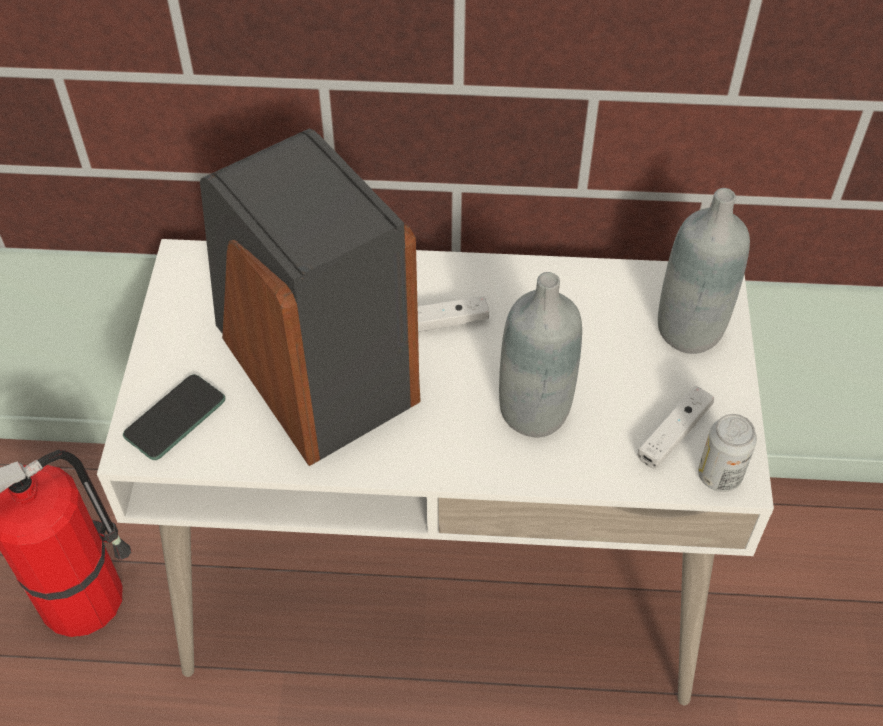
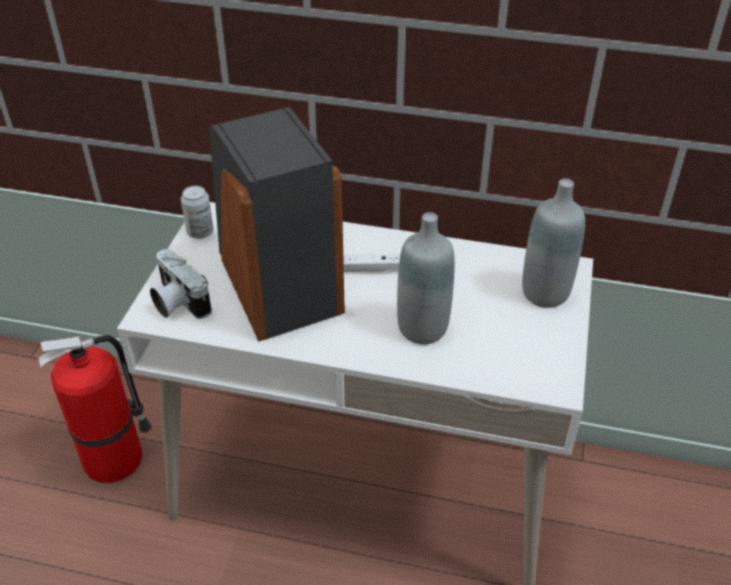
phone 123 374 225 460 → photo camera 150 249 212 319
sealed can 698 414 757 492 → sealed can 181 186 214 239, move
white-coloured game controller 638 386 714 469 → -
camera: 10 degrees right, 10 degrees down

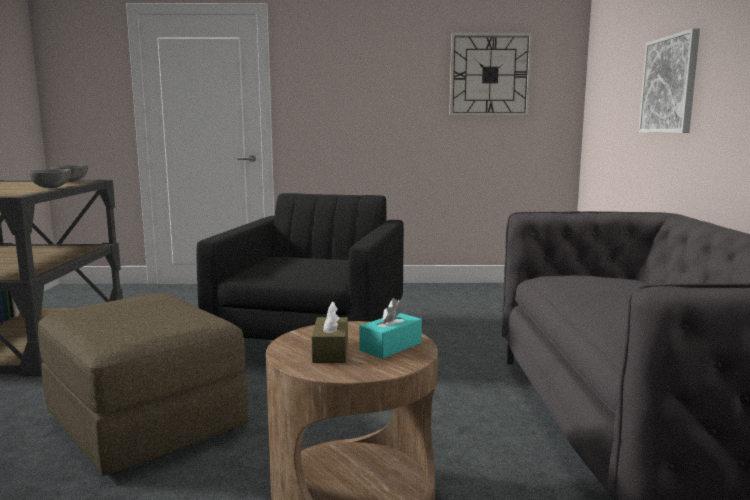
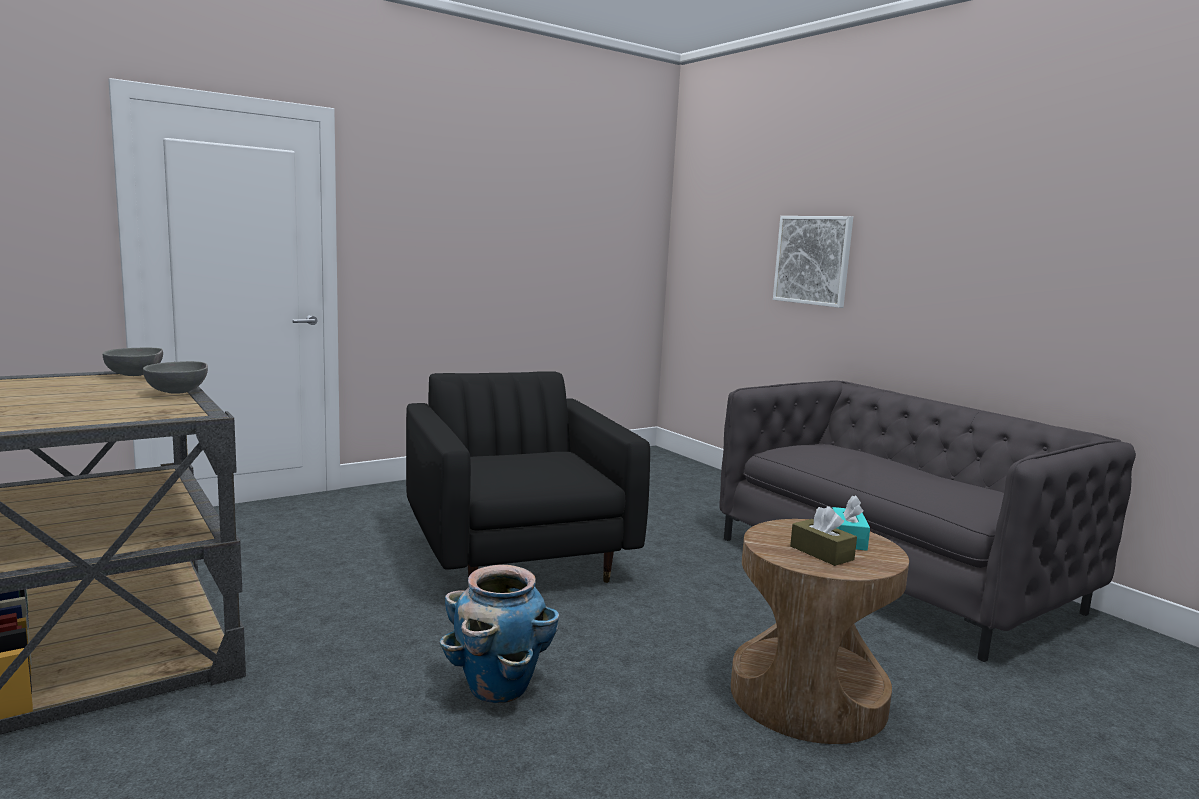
brown-coloured footrest 38 293 249 476 → plant pot 440 565 559 703
wall clock 449 33 533 116 → -
camera: 35 degrees left, 0 degrees up

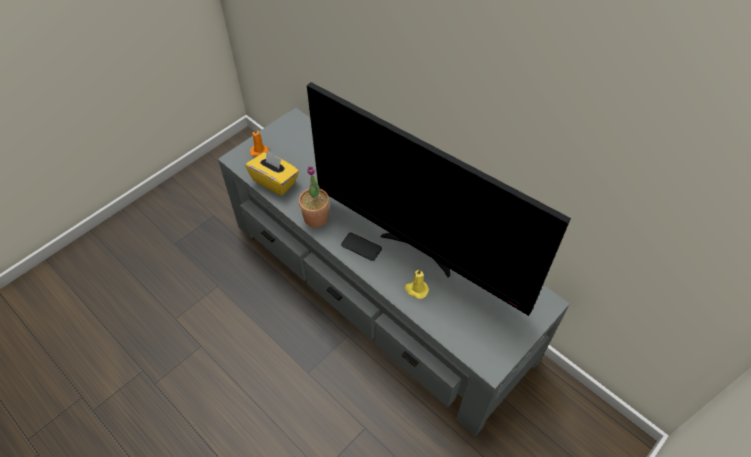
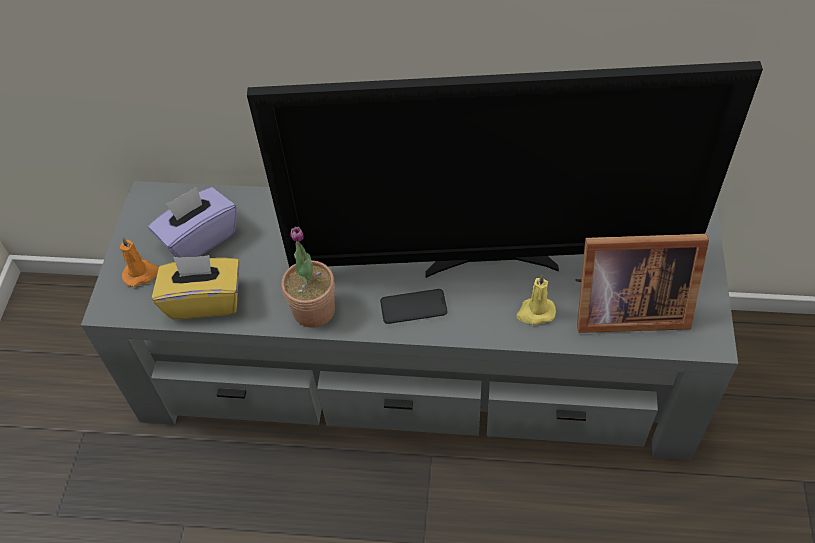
- → purple box of tissues 148 187 237 258
- → standing frame 576 234 709 333
camera: 35 degrees left, 0 degrees up

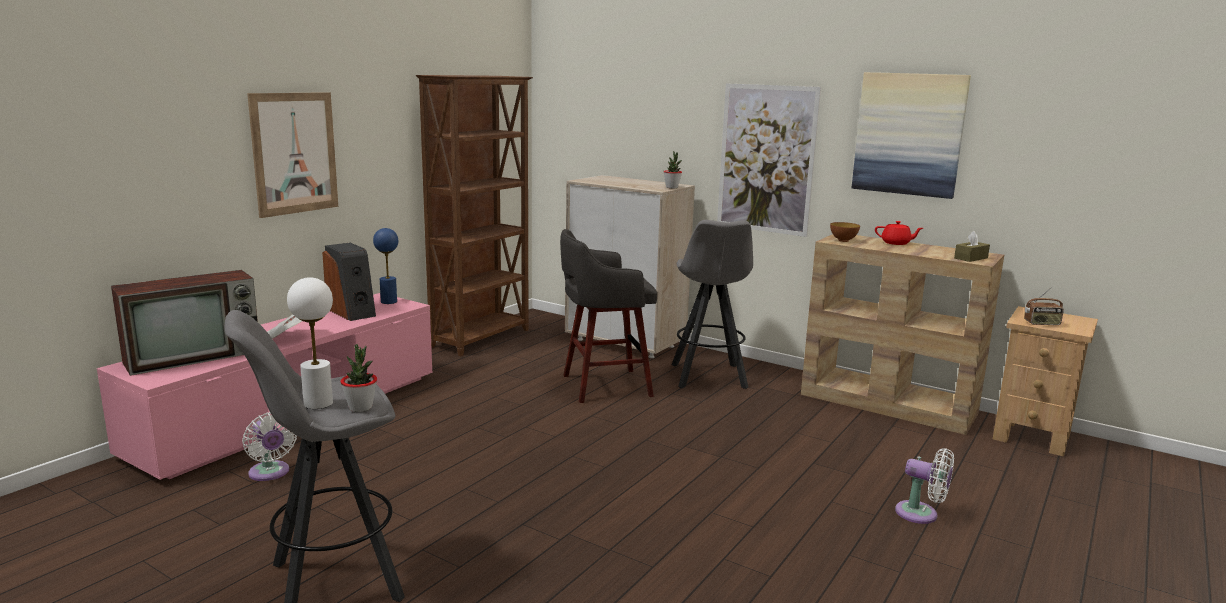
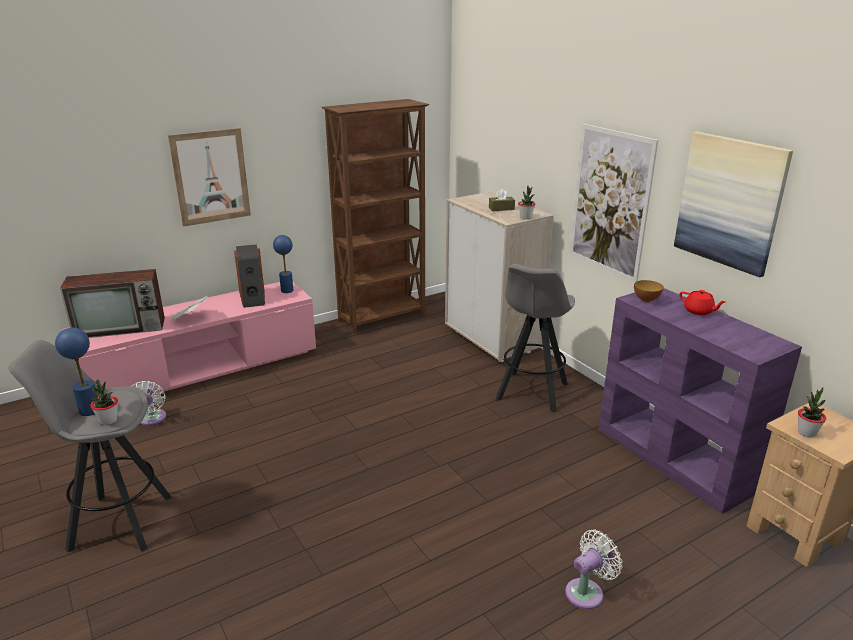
white-coloured tabletop lamp 287 277 333 409 → bluish tabletop lamp 55 328 98 416
brown-coloured box of tissues 954 231 990 262 → brown-coloured box of tissues 489 189 515 211, move
white-coloured electric fan 895 448 954 524 → white-coloured electric fan 565 529 622 609, 90 degrees counterclockwise
brown-coloured bookshelf 801 234 1004 435 → purple bookshelf 599 288 802 514
radio 1024 288 1064 326 → plant in a pot 798 387 826 437
grey stool 560 229 657 403 → -
camera: 25 degrees right, 10 degrees up

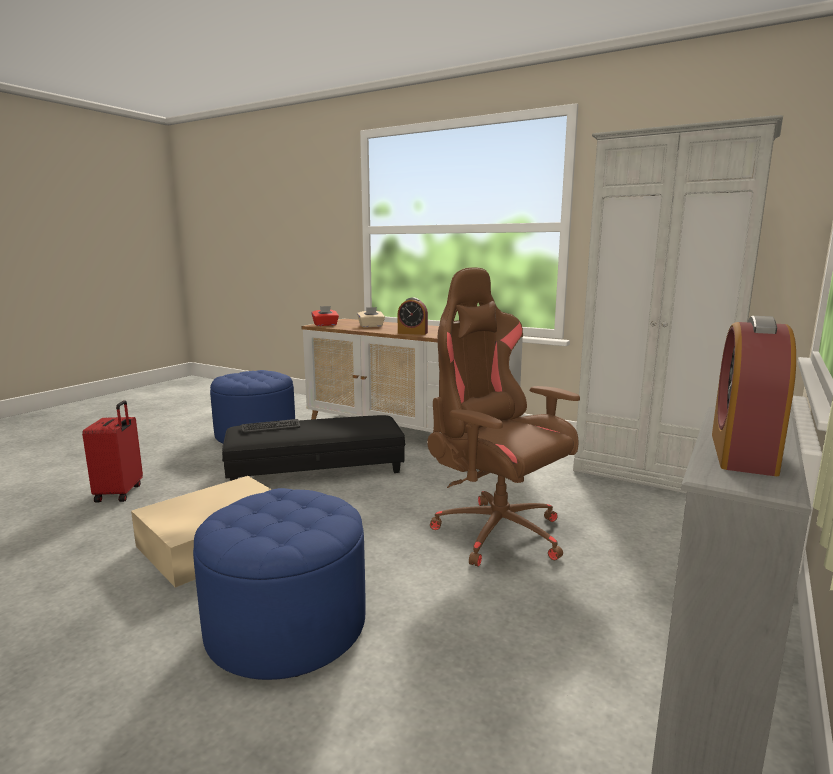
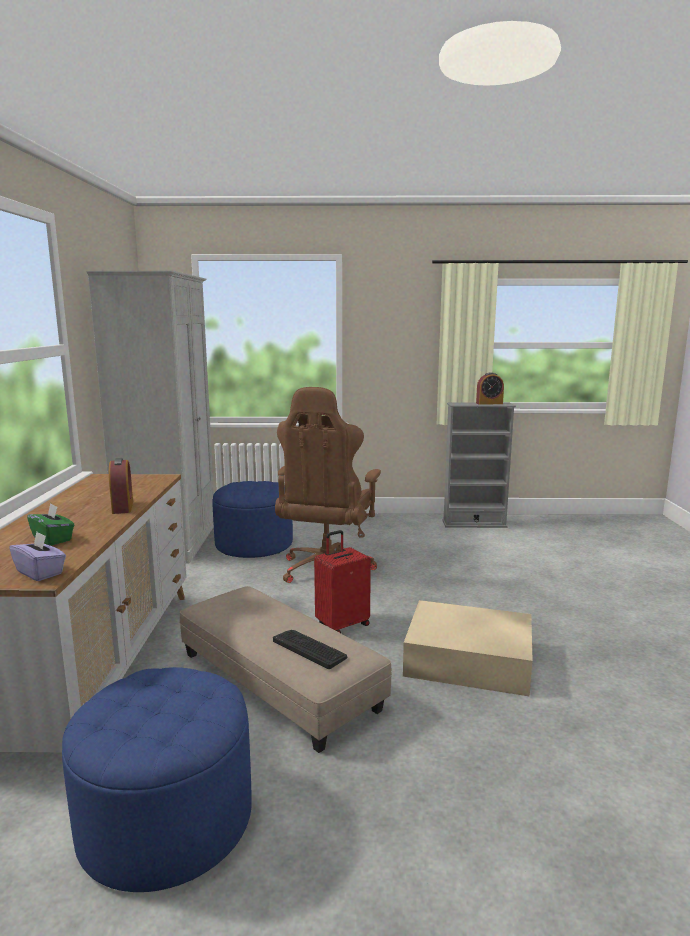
red-coloured box of tissues 312 306 339 326 → purple box of tissues 9 532 66 581
beige-coloured box of tissues 357 307 385 327 → green-coloured box of tissues 27 503 74 546
blackish footrest 222 415 405 481 → beige-coloured footrest 180 586 392 753
bluish footrest 193 488 366 680 → bluish footrest 212 481 293 558, move
red-coloured suitcase 82 400 143 503 → red-coloured suitcase 314 530 371 633, move
camera: 120 degrees left, 0 degrees up

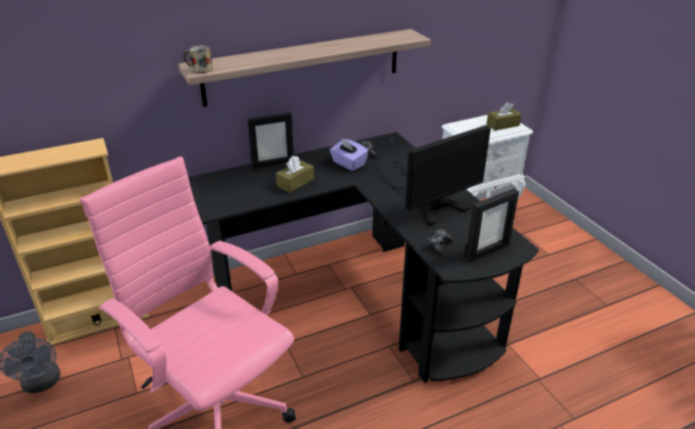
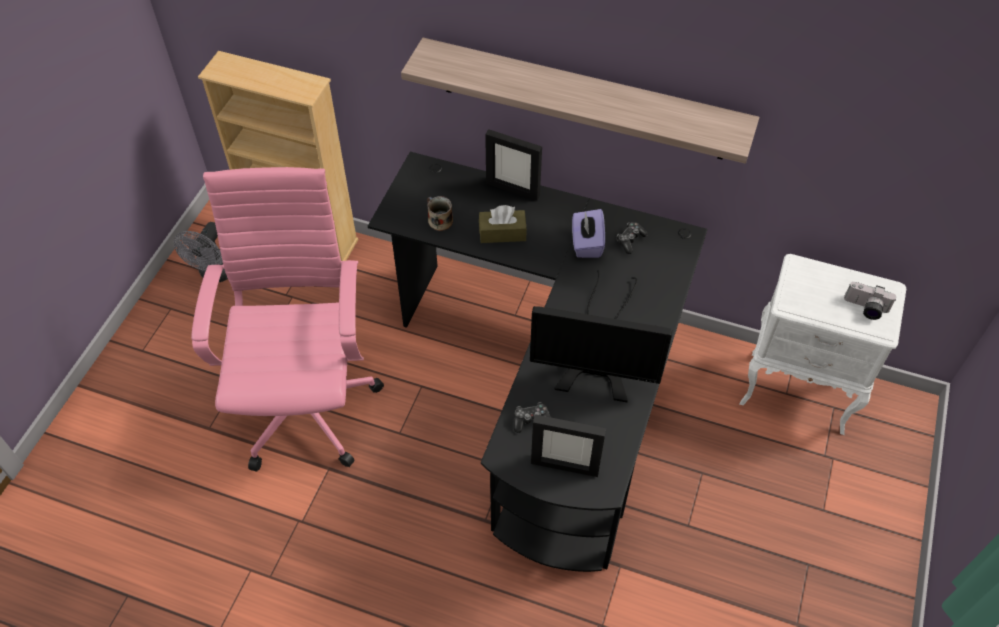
mug 183 45 213 73 → mug 427 196 453 231, move
brown-coloured box of tissues 487 102 522 131 → photo camera 844 282 897 320
camera: 45 degrees right, 20 degrees up

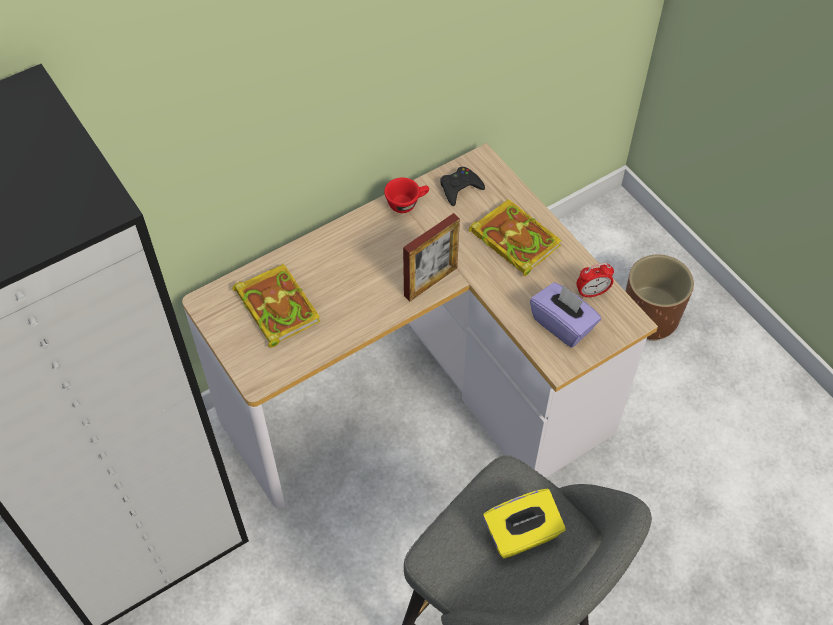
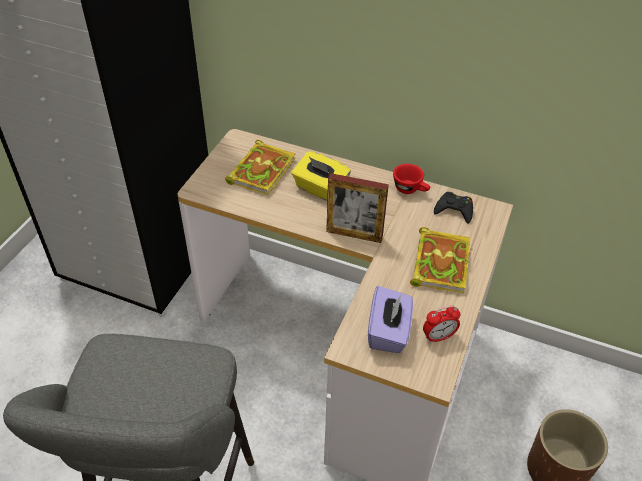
yellowish box of tissues 483 489 566 558 → yellowish box of tissues 292 151 351 201, move
bedside clock 576 263 614 298 → bedside clock 423 305 461 343, 60 degrees counterclockwise
camera: 55 degrees right, 10 degrees down

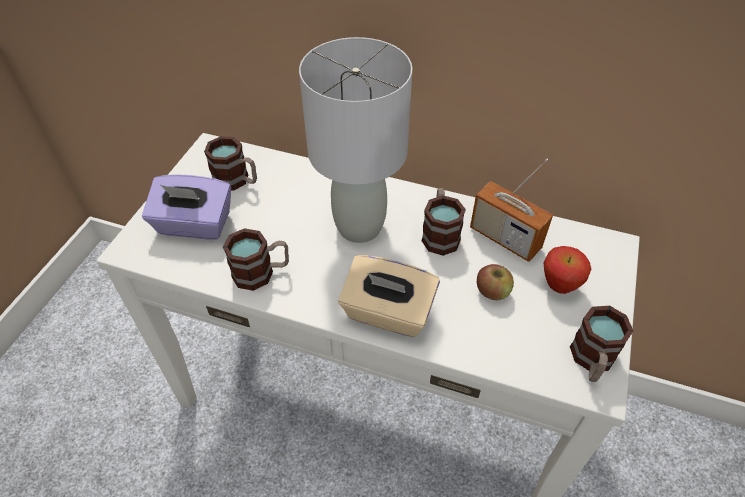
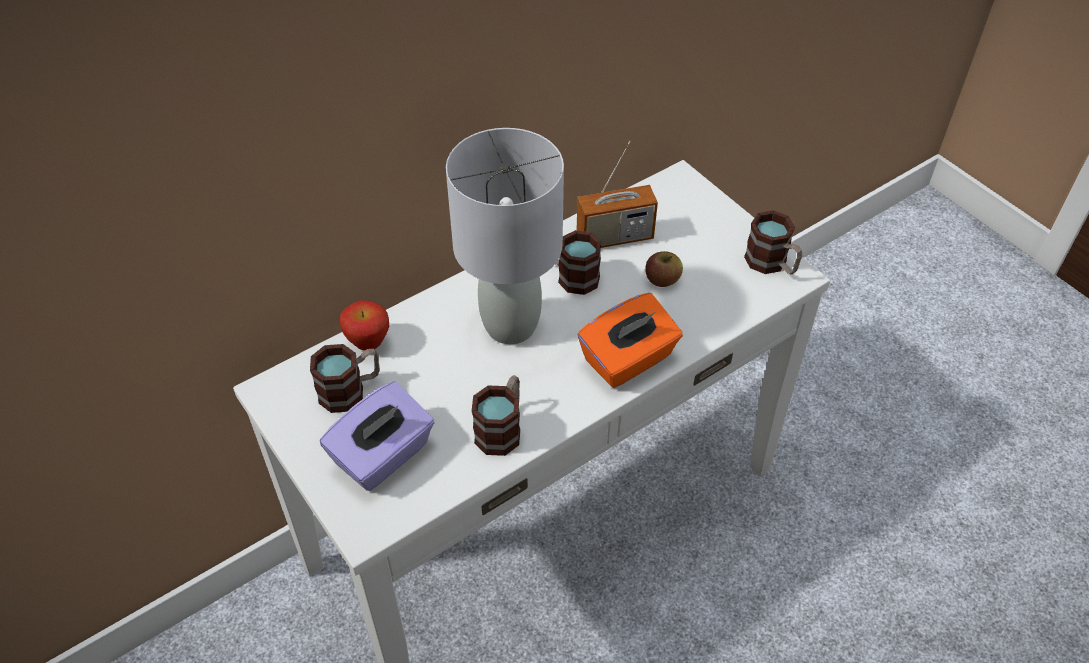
apple 544 246 591 294 → apple 340 301 389 351, move
beige-coloured box of tissues 338 255 440 337 → orange box of tissues 578 293 683 388
camera: 55 degrees left, 0 degrees up

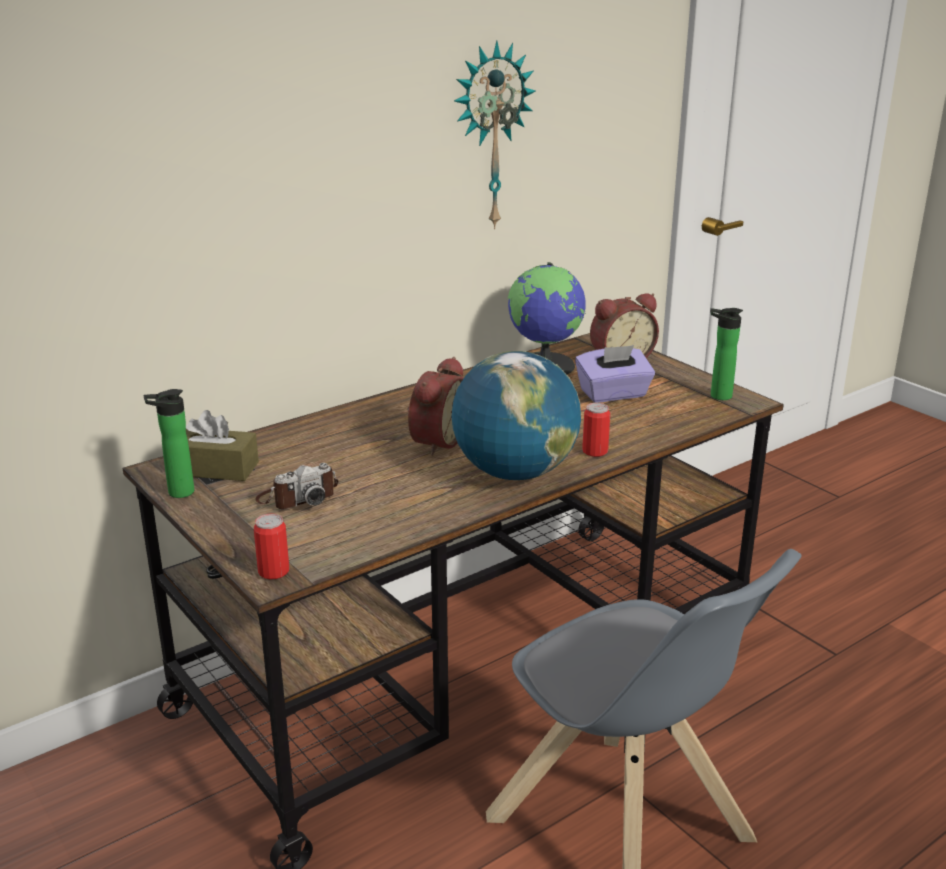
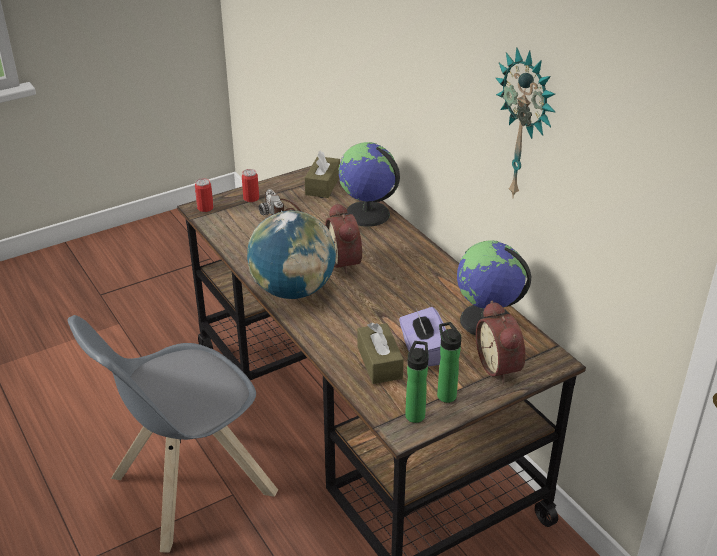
sealed can 582 403 610 457 → sealed can 242 169 259 202, move
bedside clock 407 357 464 456 → bedside clock 325 203 362 274, 45 degrees clockwise
- → desk globe 339 142 400 227
- → brown-coloured box of tissues 358 323 404 384
beverage bottle 144 389 194 498 → beverage bottle 437 322 461 403, move
camera: 95 degrees right, 10 degrees up

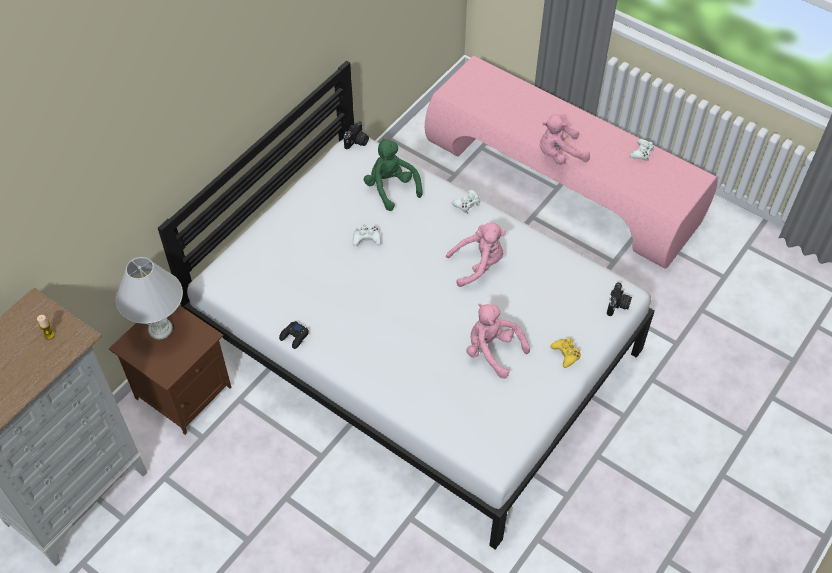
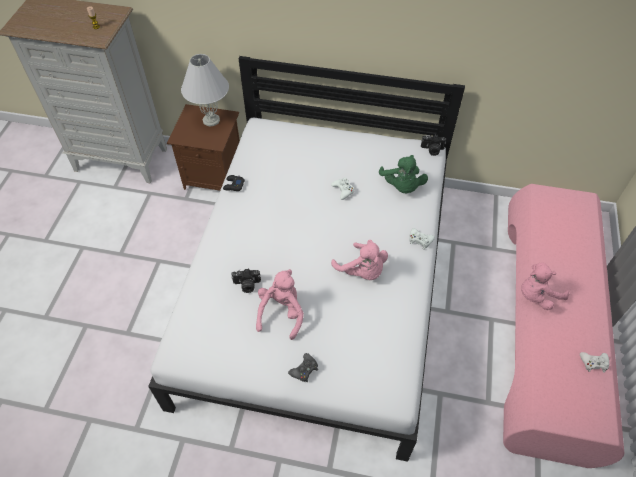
photo camera 607 283 632 316 → photo camera 232 269 261 293, move
yellowish game controller 550 338 581 368 → blackish game controller 288 353 318 382
green-coloured soft toy 364 138 423 211 → green-coloured soft toy 379 155 428 194, 135 degrees clockwise
pink-coloured soft toy 540 114 590 165 → pink-coloured soft toy 521 263 569 310, 75 degrees counterclockwise
camera: 65 degrees right, 0 degrees up

